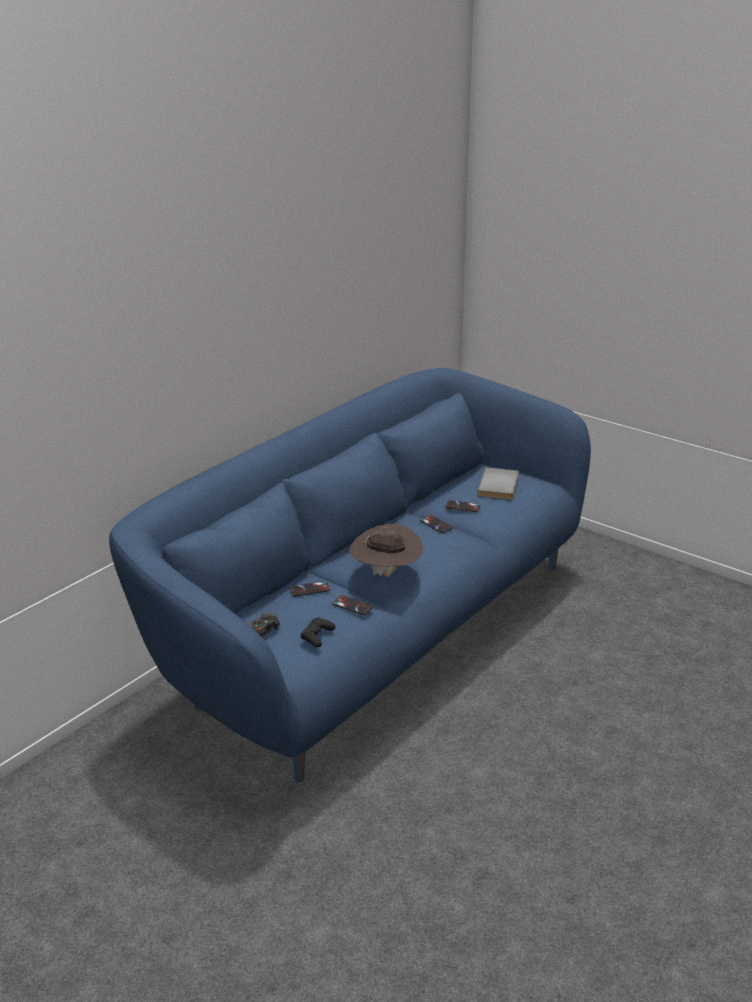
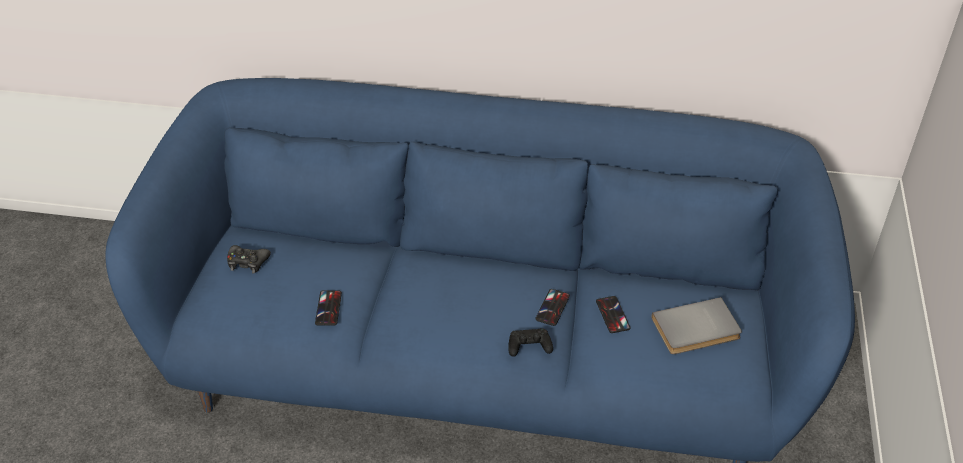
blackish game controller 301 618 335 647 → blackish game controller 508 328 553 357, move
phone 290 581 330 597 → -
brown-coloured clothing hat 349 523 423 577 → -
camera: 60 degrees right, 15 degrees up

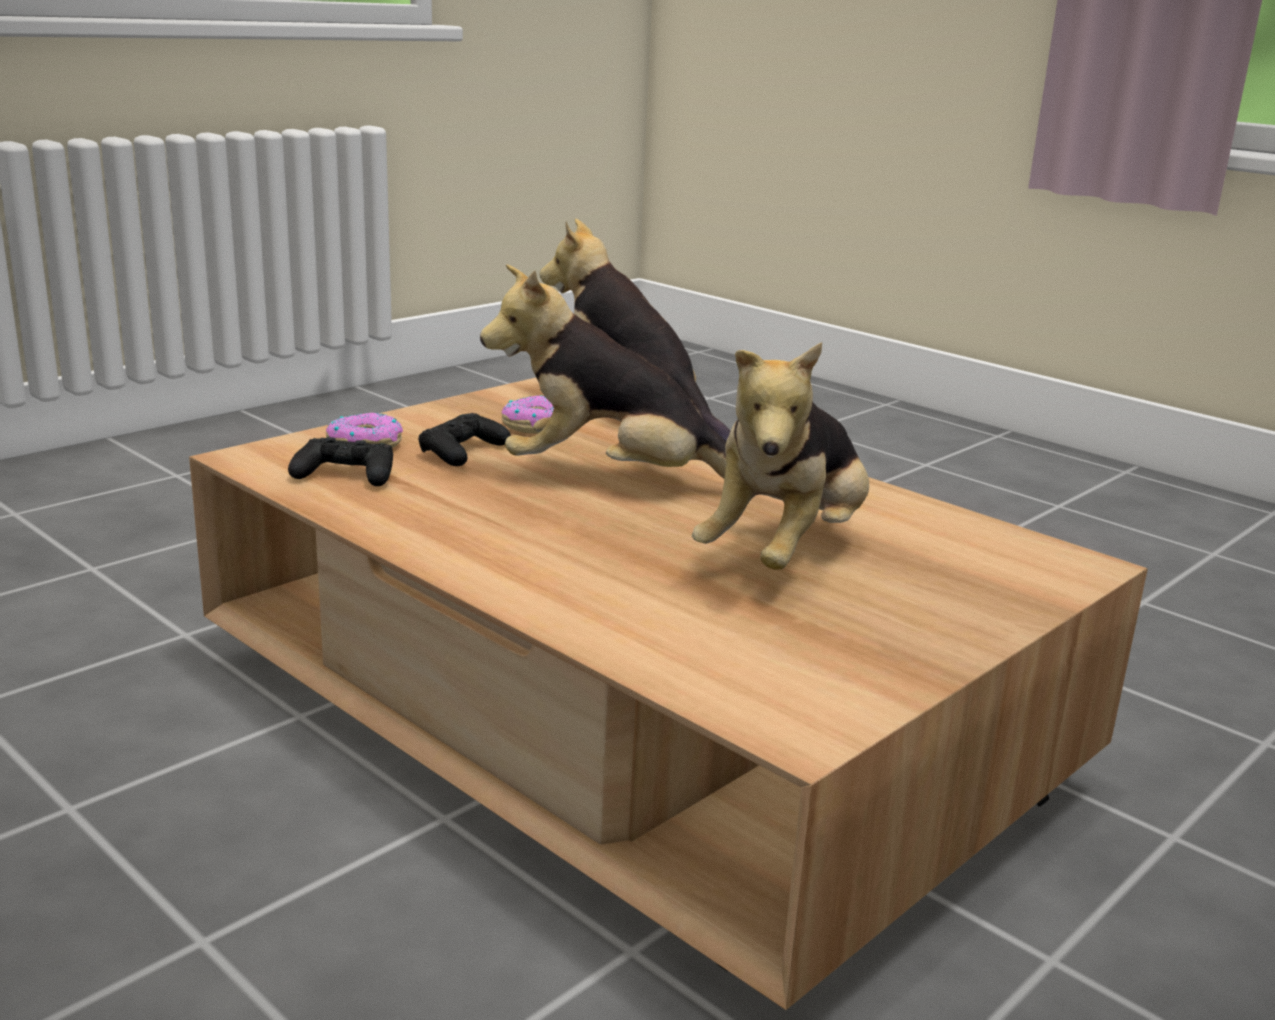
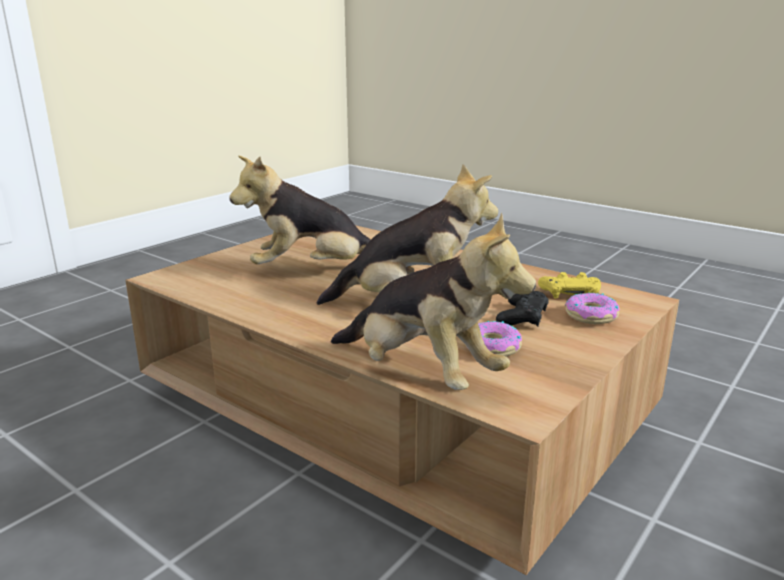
soft toy 692 342 869 570 → soft toy 229 156 371 264, 120 degrees counterclockwise
blackish game controller 288 437 393 486 → yellowish game controller 538 272 601 299
camera: 175 degrees right, 0 degrees up

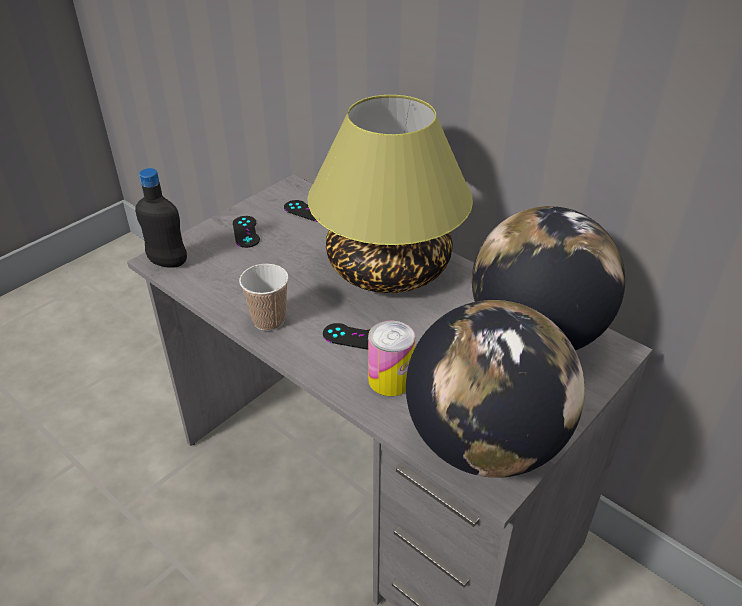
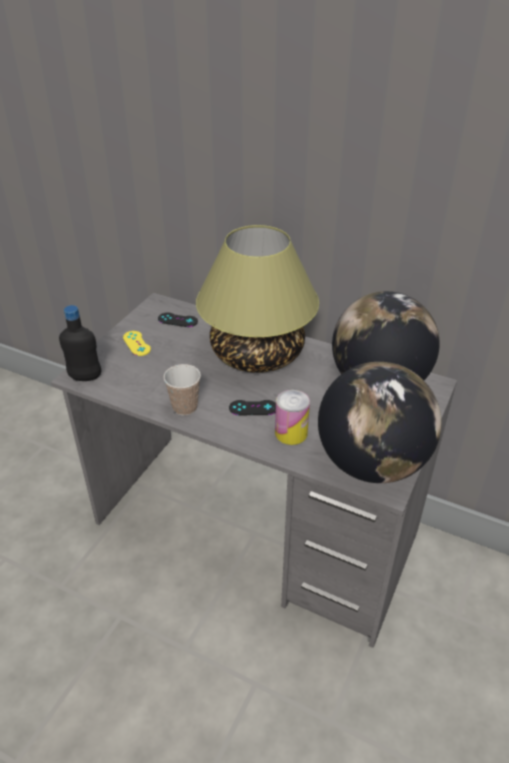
blackish game controller 233 216 260 248 → yellowish game controller 123 331 151 356
camera: 15 degrees left, 0 degrees up

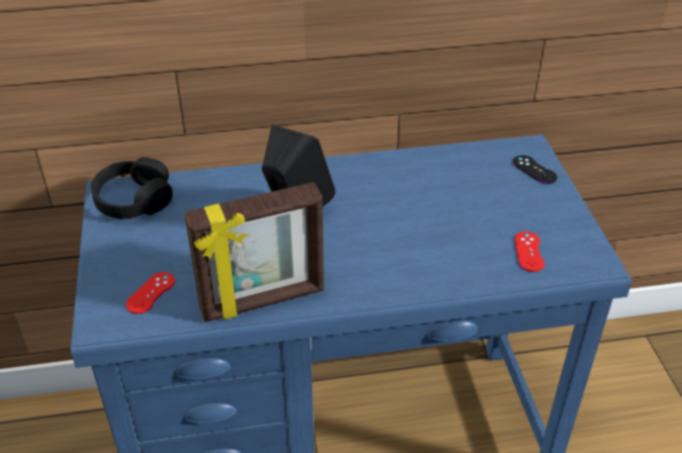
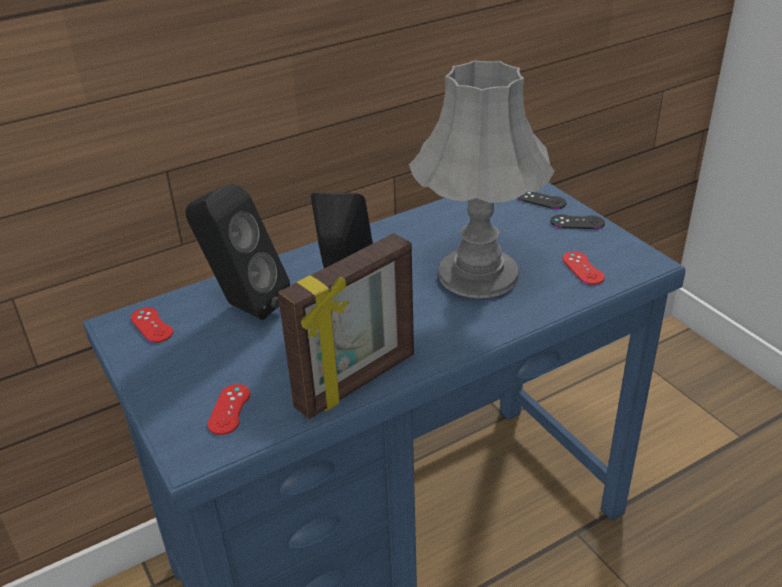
blackish headset 91 157 173 219 → red-coloured game controller 131 308 173 343
- → blackish audio speaker 186 183 290 320
- → grey tabletop lamp 409 60 555 298
- → blackish game controller 550 214 605 229
camera: 20 degrees left, 5 degrees down

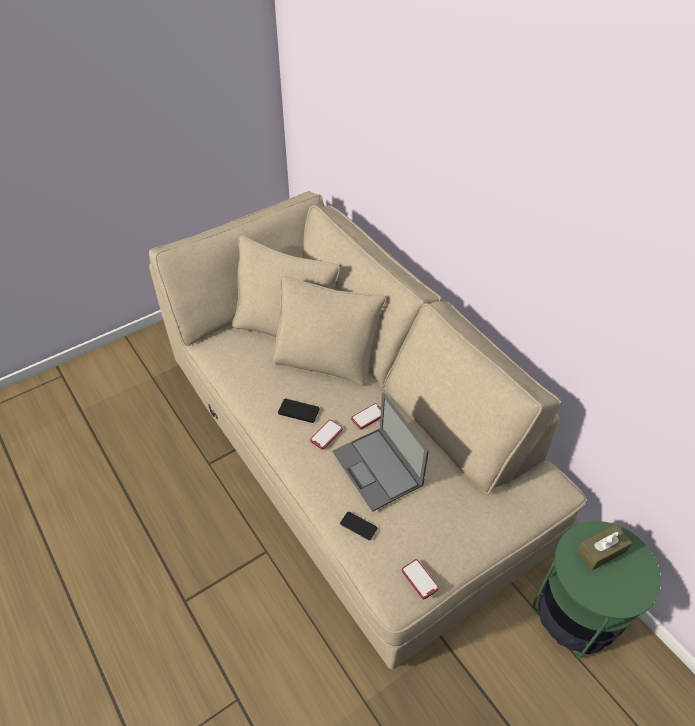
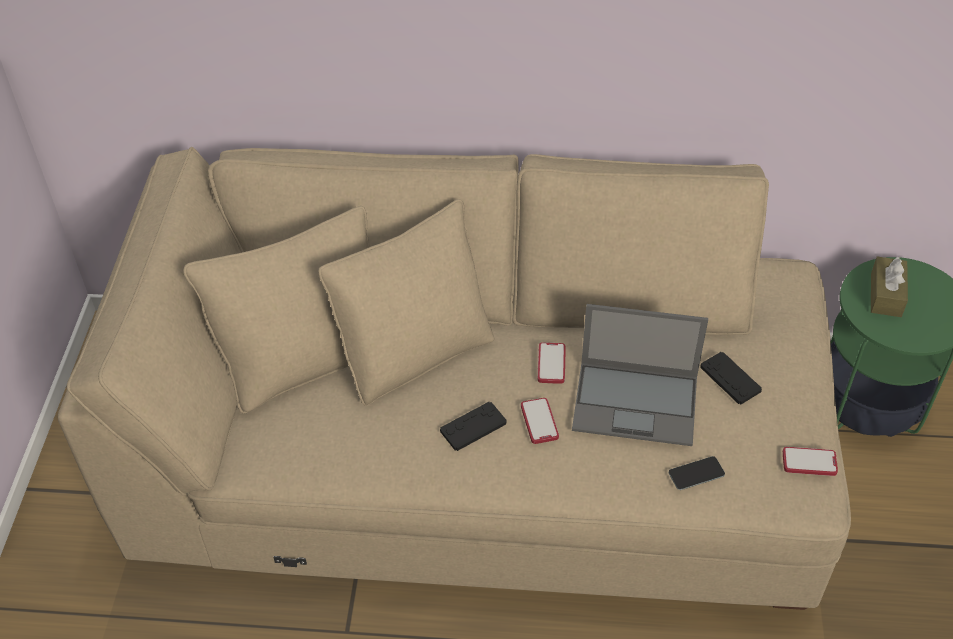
- → blackish game controller 700 352 762 404
camera: 50 degrees left, 0 degrees up

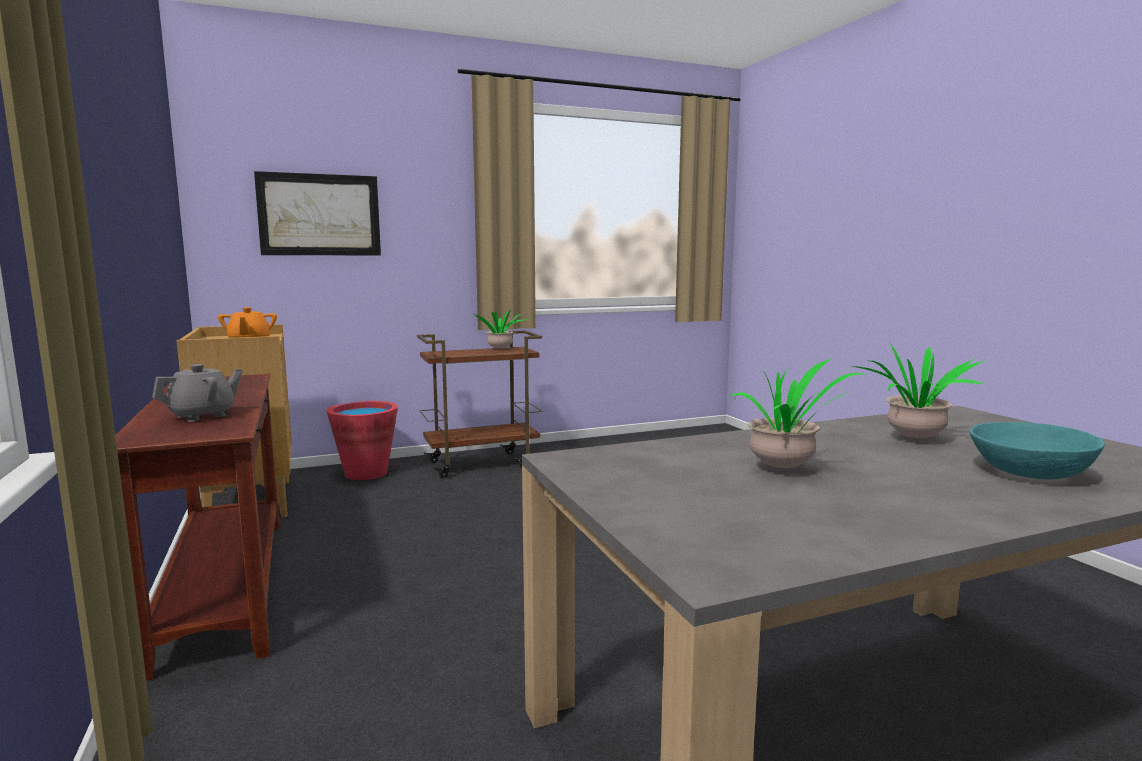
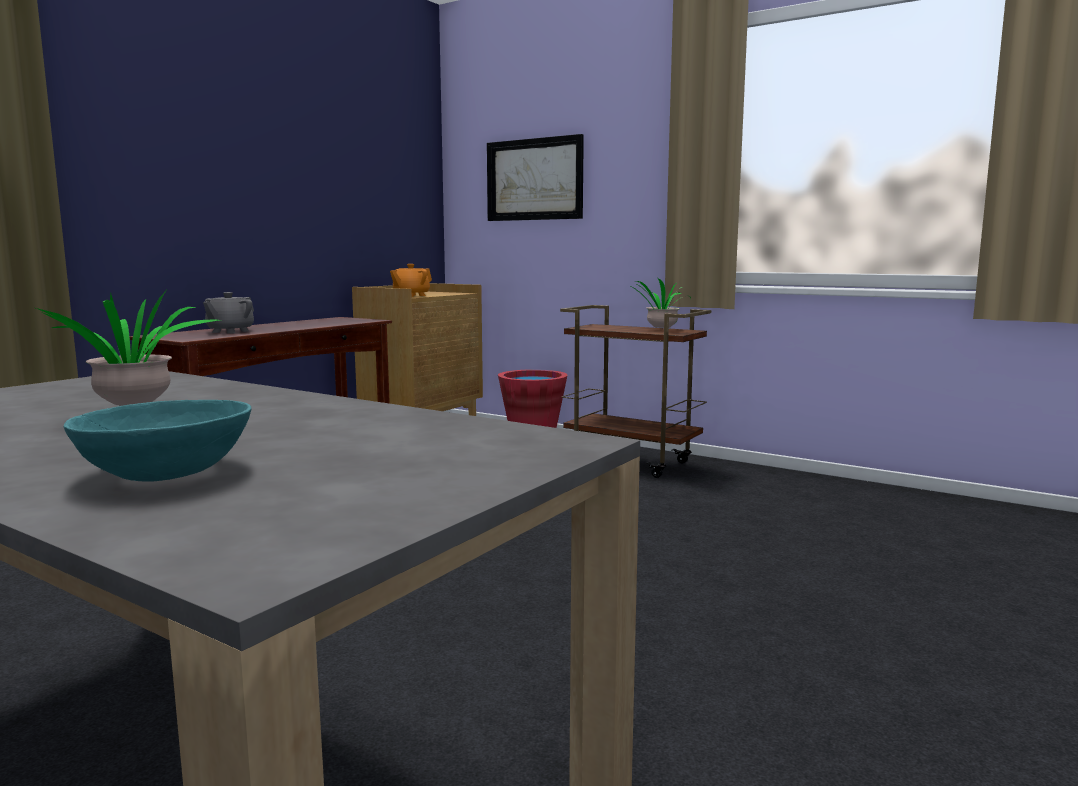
grey pot for tea 152 364 243 422 → grey pot for tea 203 292 254 334, 105 degrees clockwise
plant in a pot 851 342 984 439 → -
camera: 55 degrees right, 0 degrees up

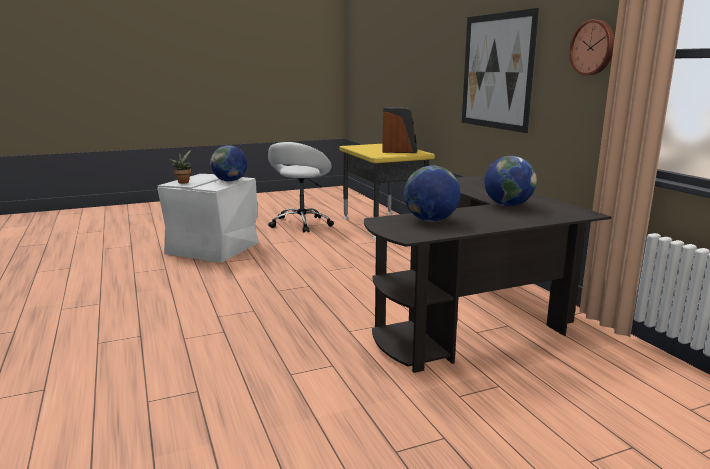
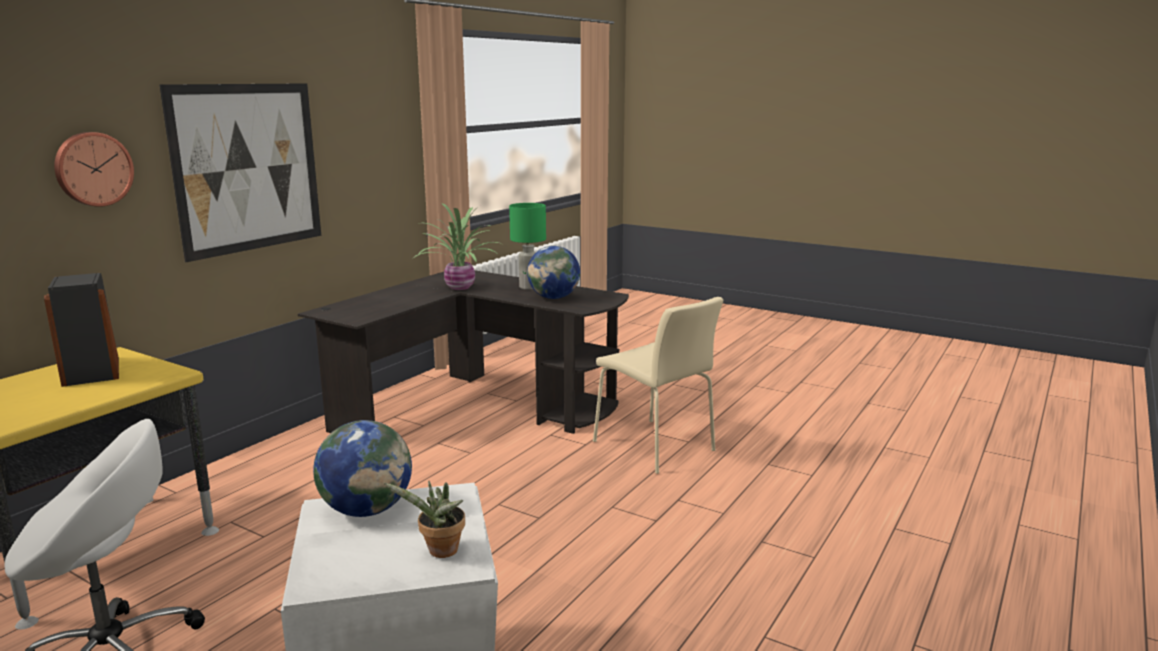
wall clock 569 20 614 75 → wall clock 54 132 134 207, move
desk globe 484 156 537 206 → plant in a pot 415 203 504 290
- → green-coloured tabletop lamp 509 203 546 290
- → beige-coloured chair 593 297 723 474
camera: 125 degrees left, 0 degrees up

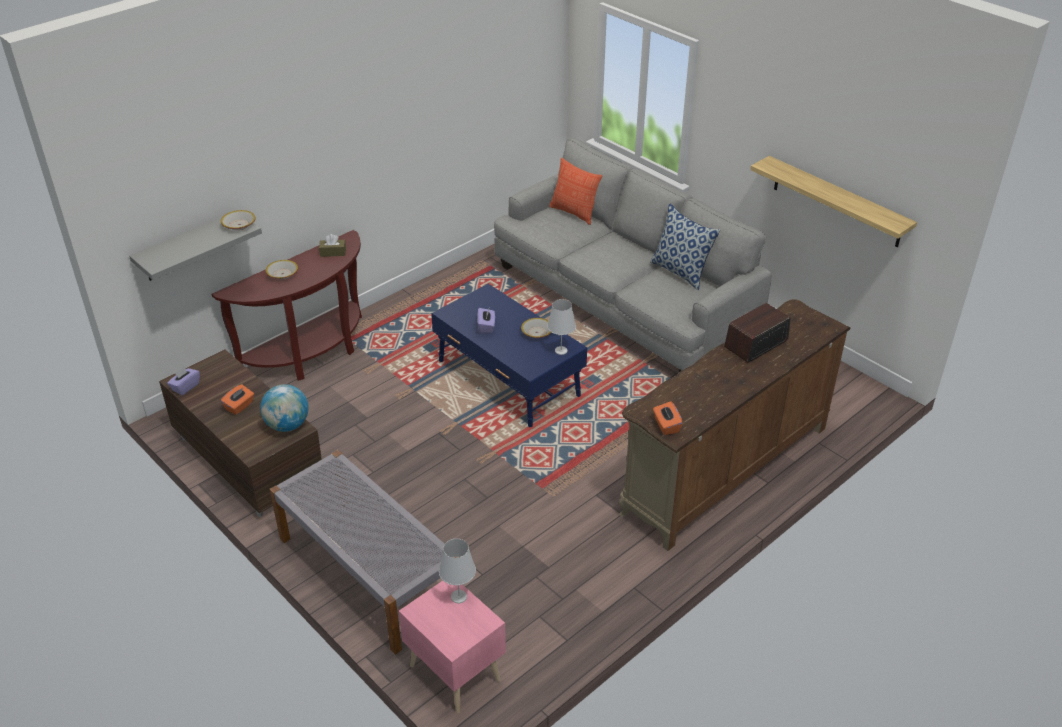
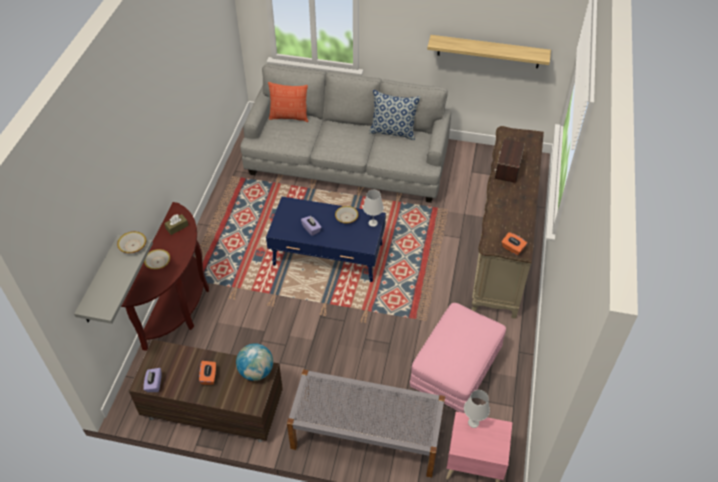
- → pink-coloured footrest 410 303 506 413
camera: 35 degrees left, 10 degrees up

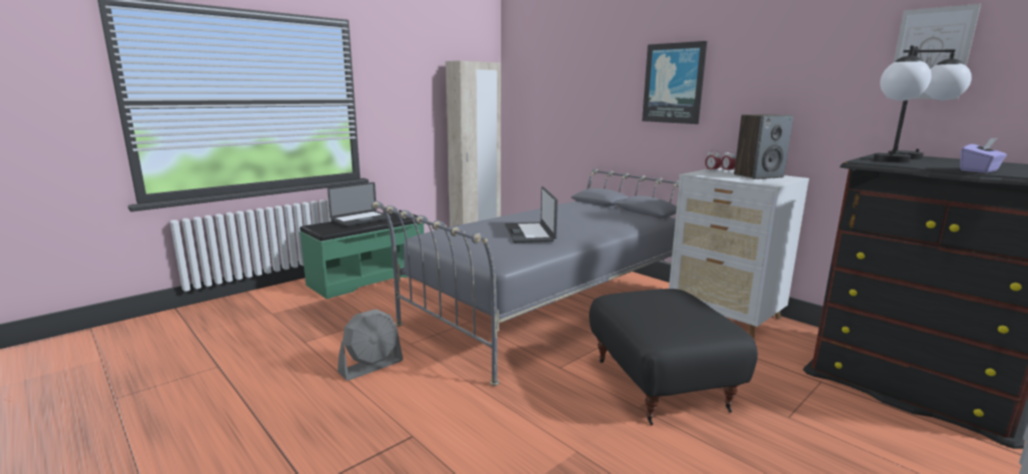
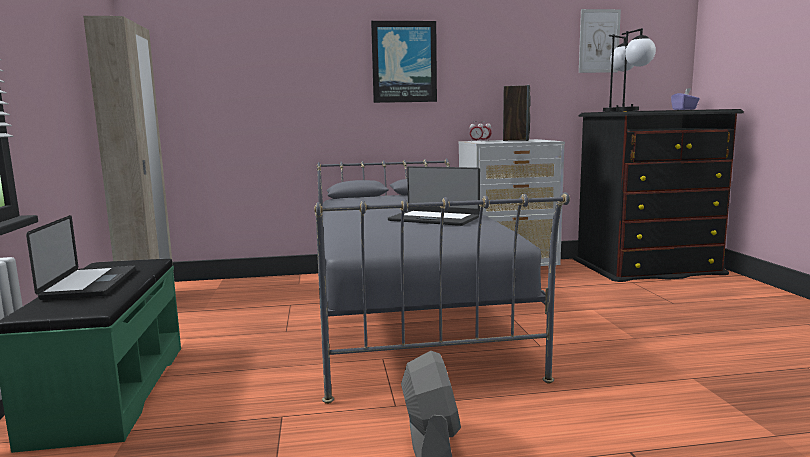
blackish footrest 589 289 758 425 → -
camera: 55 degrees left, 5 degrees down

